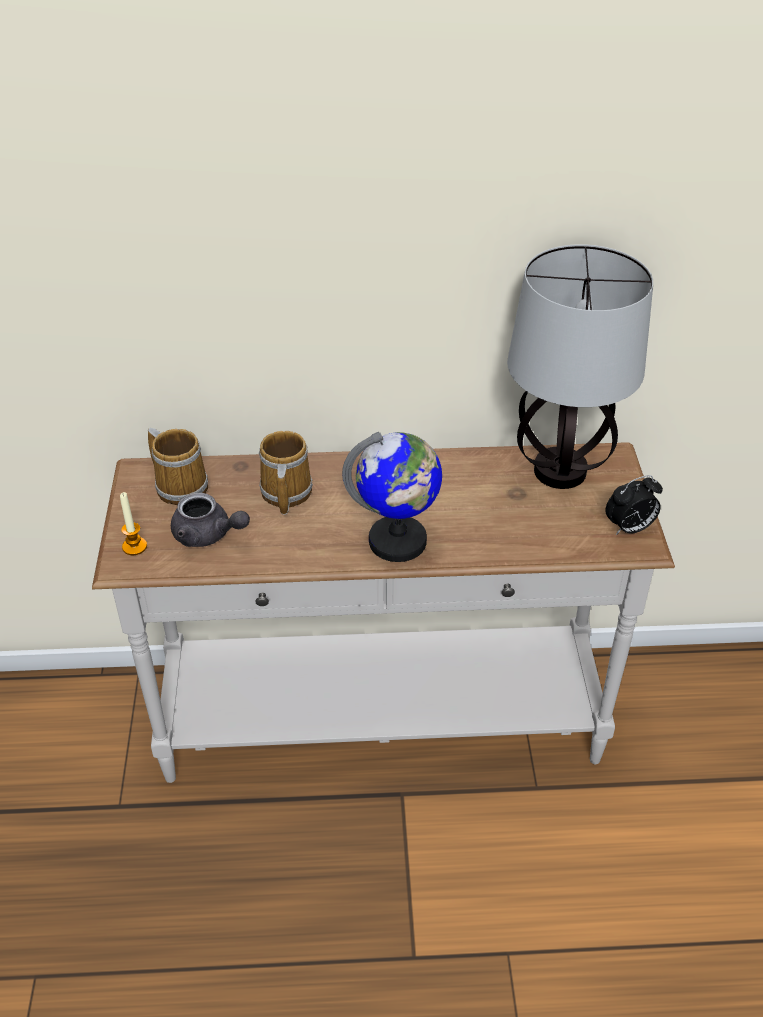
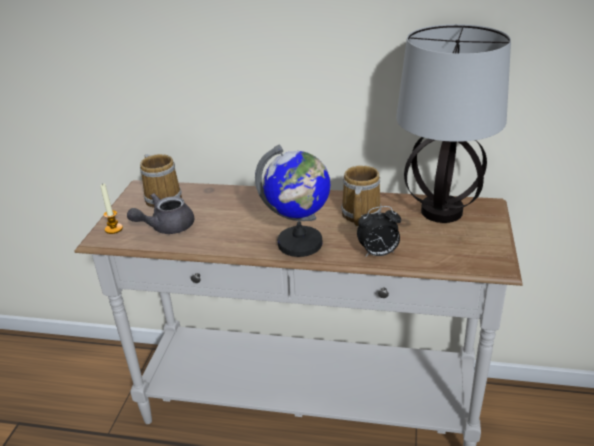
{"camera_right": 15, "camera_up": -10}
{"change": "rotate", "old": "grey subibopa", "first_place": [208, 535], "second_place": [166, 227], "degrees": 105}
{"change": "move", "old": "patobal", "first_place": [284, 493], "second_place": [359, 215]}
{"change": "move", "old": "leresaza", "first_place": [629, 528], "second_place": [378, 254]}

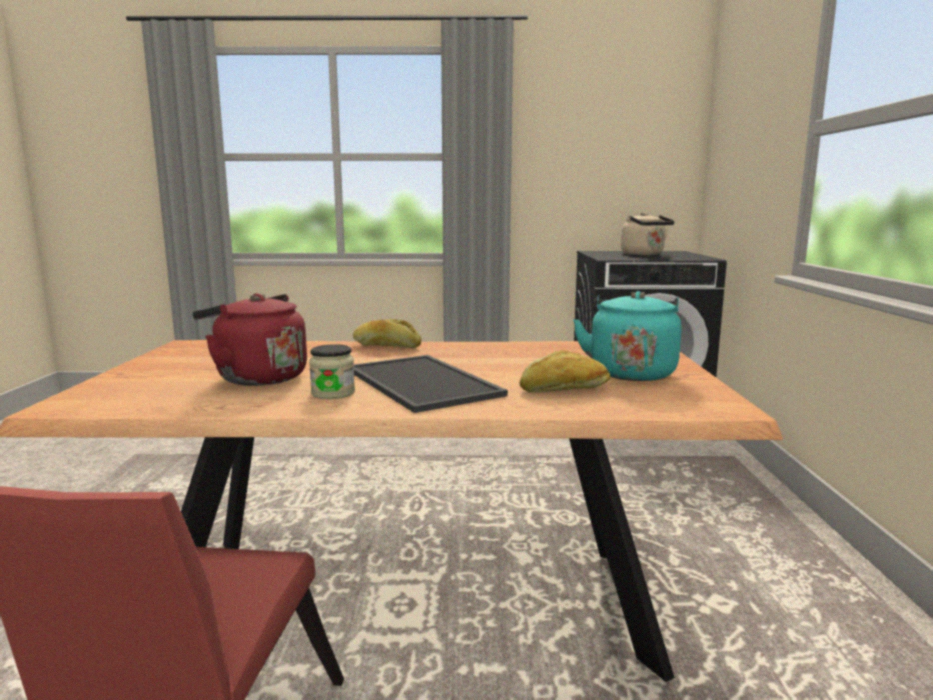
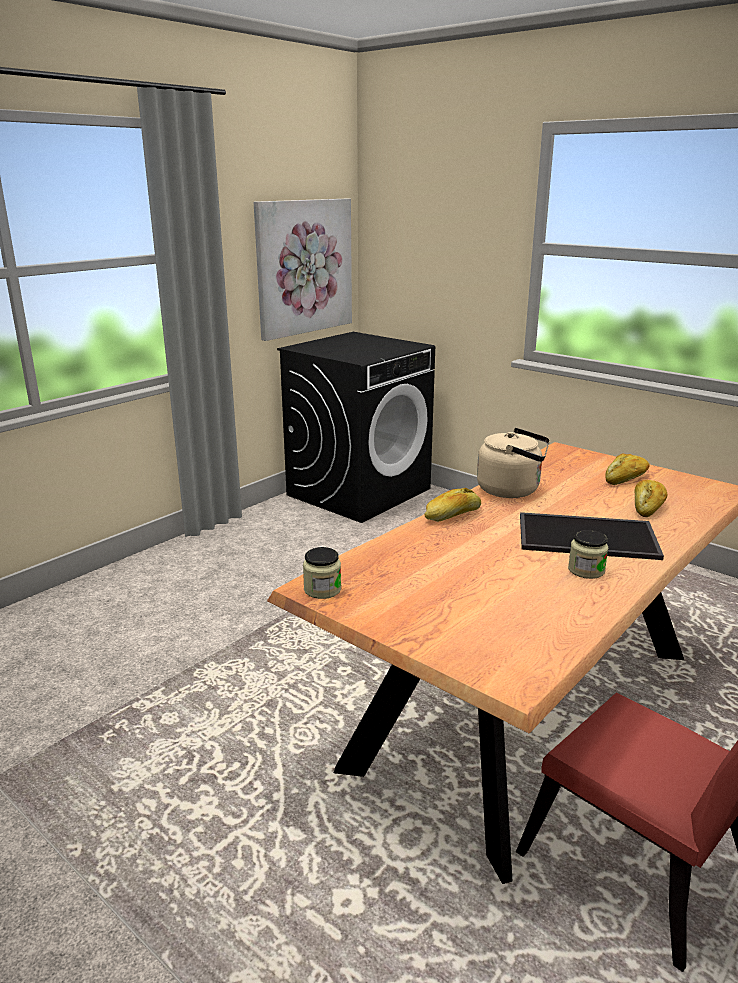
{"camera_right": -50, "camera_up": 10}
{"change": "insert", "new": "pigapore", "second_place": [304, 267]}
{"change": "insert", "new": "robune", "second_place": [322, 589]}
{"change": "move", "old": "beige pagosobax", "first_place": [644, 254], "second_place": [512, 490]}
{"change": "replace", "old": "turquoise pagosobax", "new": "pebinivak", "first_place": [631, 372], "second_place": [626, 478]}
{"change": "delete", "old": "red pagosobax", "first_place": [257, 377]}

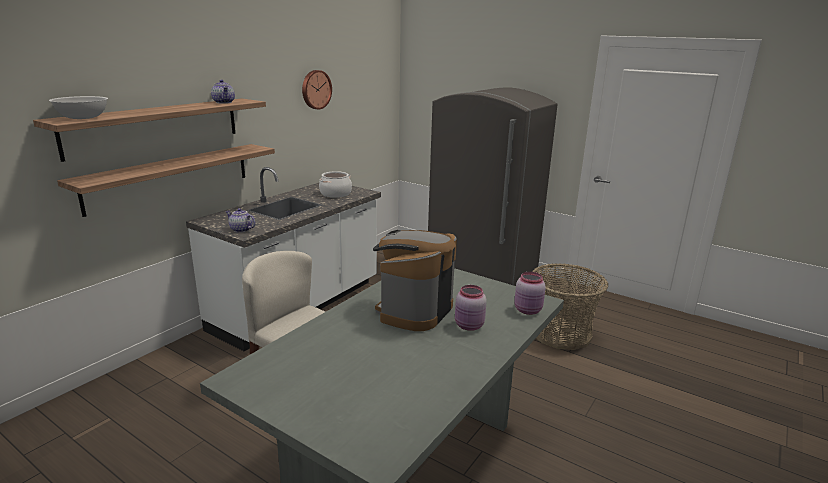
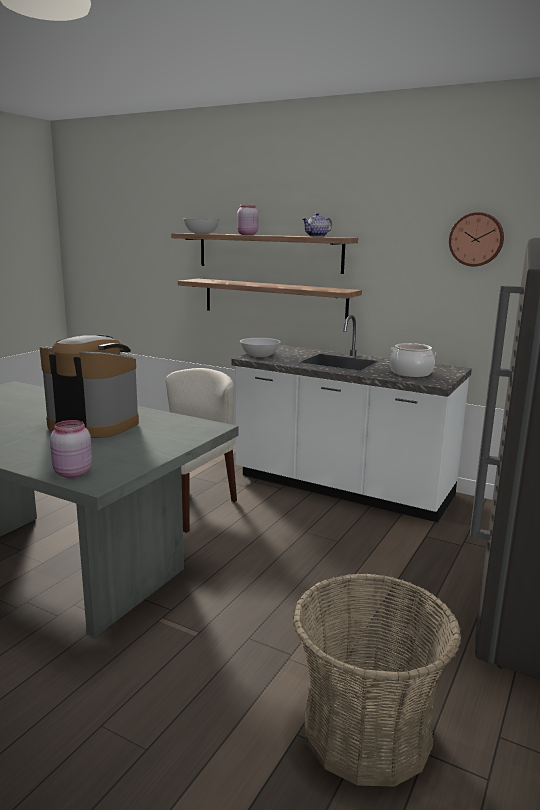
{"camera_right": 85, "camera_up": -5}
{"change": "move", "old": "pink robune", "first_place": [469, 326], "second_place": [246, 234]}
{"change": "replace", "old": "subibopa", "new": "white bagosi", "first_place": [240, 230], "second_place": [259, 356]}

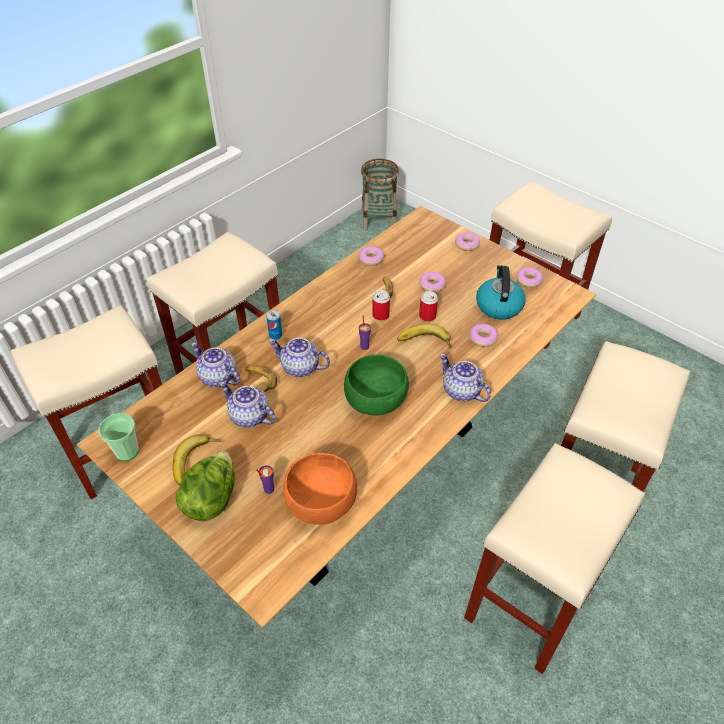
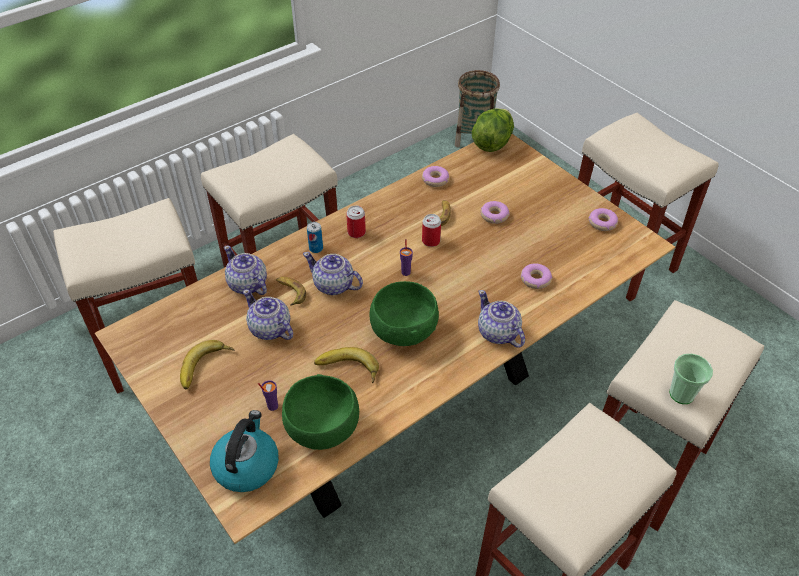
{"camera_right": 10, "camera_up": 0}
{"change": "move", "old": "pagosobax", "first_place": [498, 305], "second_place": [246, 465]}
{"change": "recolor", "old": "orange bagosi", "new": "green bagosi", "first_place": [322, 503], "second_place": [323, 428]}
{"change": "move", "old": "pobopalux", "first_place": [424, 342], "second_place": [347, 370]}
{"change": "move", "old": "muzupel", "first_place": [427, 316], "second_place": [356, 232]}
{"change": "move", "old": "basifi", "first_place": [211, 499], "second_place": [492, 143]}
{"change": "move", "old": "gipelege", "first_place": [127, 451], "second_place": [681, 394]}
{"change": "delete", "old": "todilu", "first_place": [467, 244]}

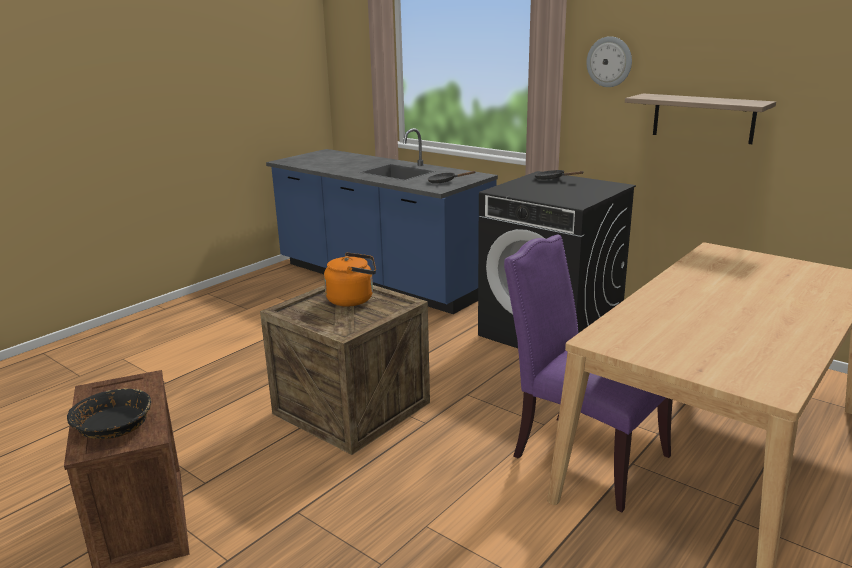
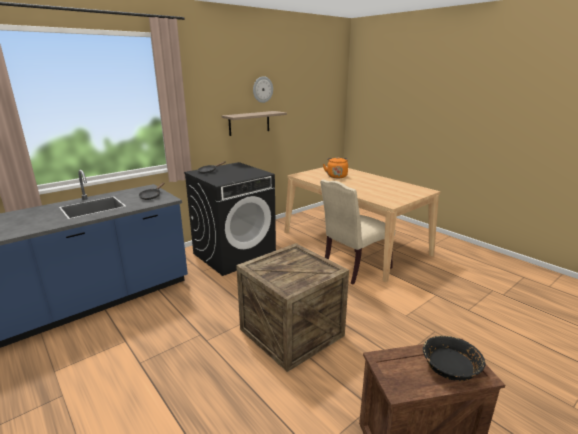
{"camera_right": -80, "camera_up": 0}
{"change": "move", "old": "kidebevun", "first_place": [609, 62], "second_place": [262, 89]}
{"change": "recolor", "old": "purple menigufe", "new": "beige menigufe", "first_place": [582, 456], "second_place": [353, 268]}
{"change": "move", "old": "orange pagosobax", "first_place": [353, 299], "second_place": [336, 176]}

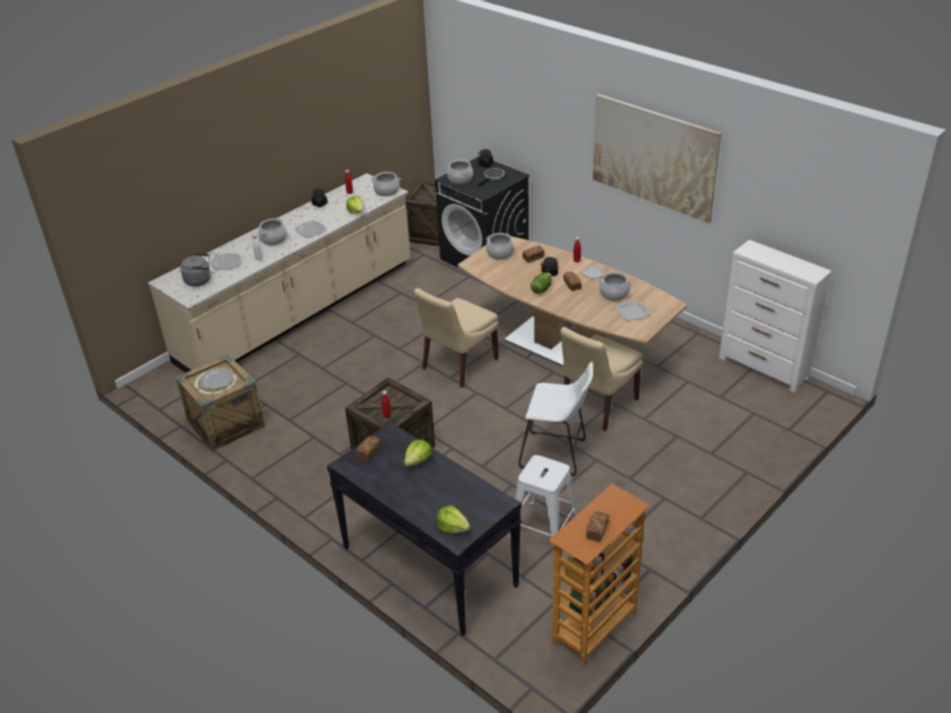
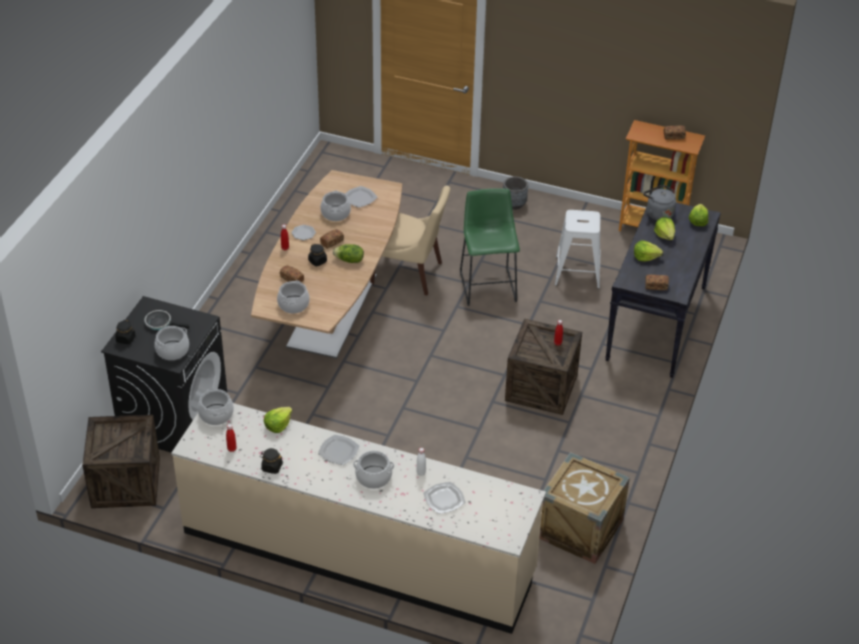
{"camera_right": -115, "camera_up": 5}
{"change": "recolor", "old": "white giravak", "new": "green giravak", "first_place": [556, 454], "second_place": [488, 284]}
{"change": "insert", "new": "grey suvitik", "second_place": [514, 204]}
{"change": "move", "old": "grey pagosobax", "first_place": [200, 280], "second_place": [658, 213]}
{"change": "insert", "new": "basifi", "second_place": [665, 235]}
{"change": "delete", "old": "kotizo", "first_place": [217, 380]}
{"change": "delete", "old": "beige menigufe", "first_place": [458, 365]}
{"change": "delete", "old": "pigapore", "first_place": [653, 157]}
{"change": "delete", "old": "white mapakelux", "first_place": [764, 368]}

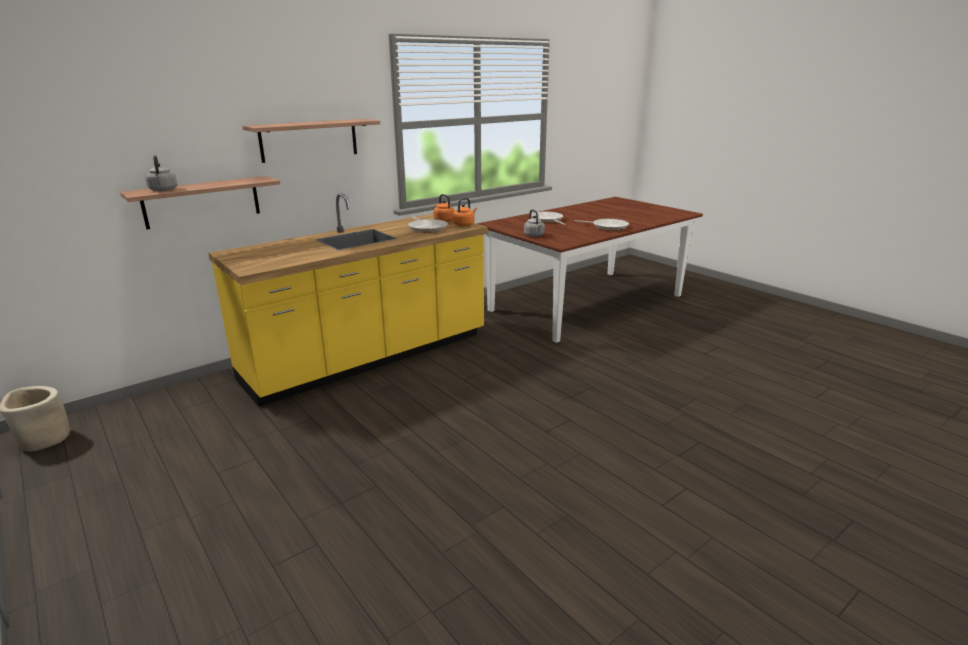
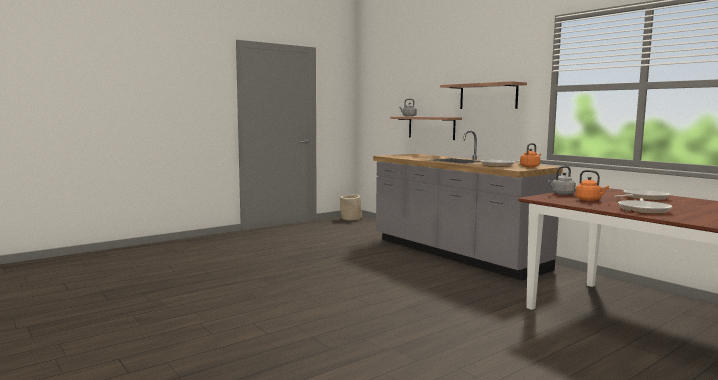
{"camera_right": 90, "camera_up": -15}
{"change": "recolor", "old": "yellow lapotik", "new": "grey lapotik", "first_place": [368, 358], "second_place": [455, 254]}
{"change": "move", "old": "orange pagosobax", "first_place": [464, 224], "second_place": [589, 200]}

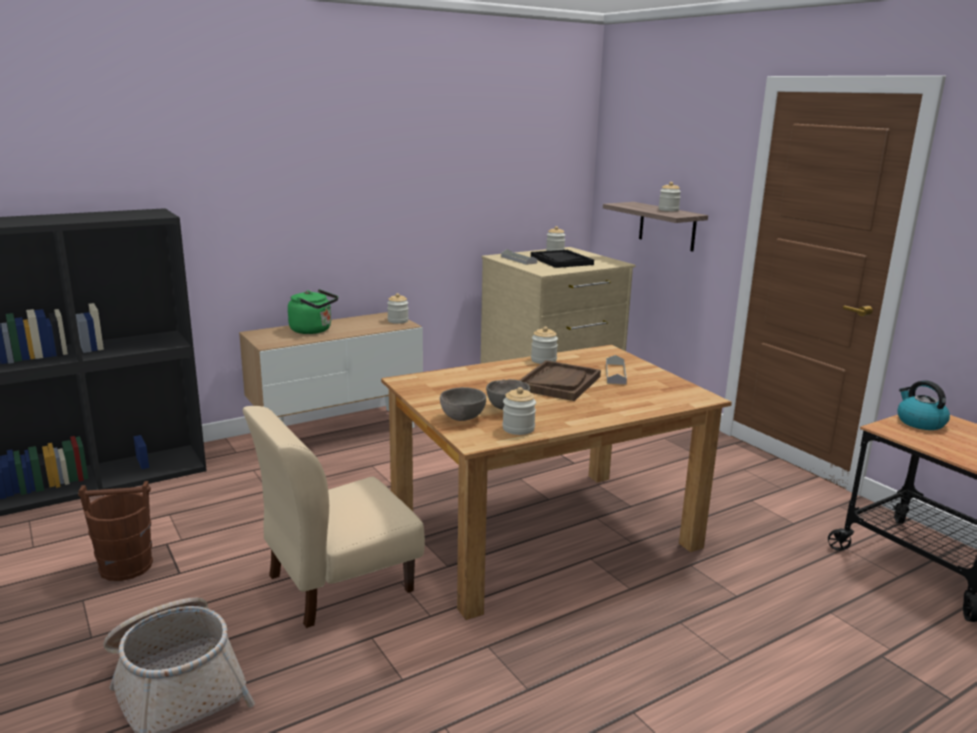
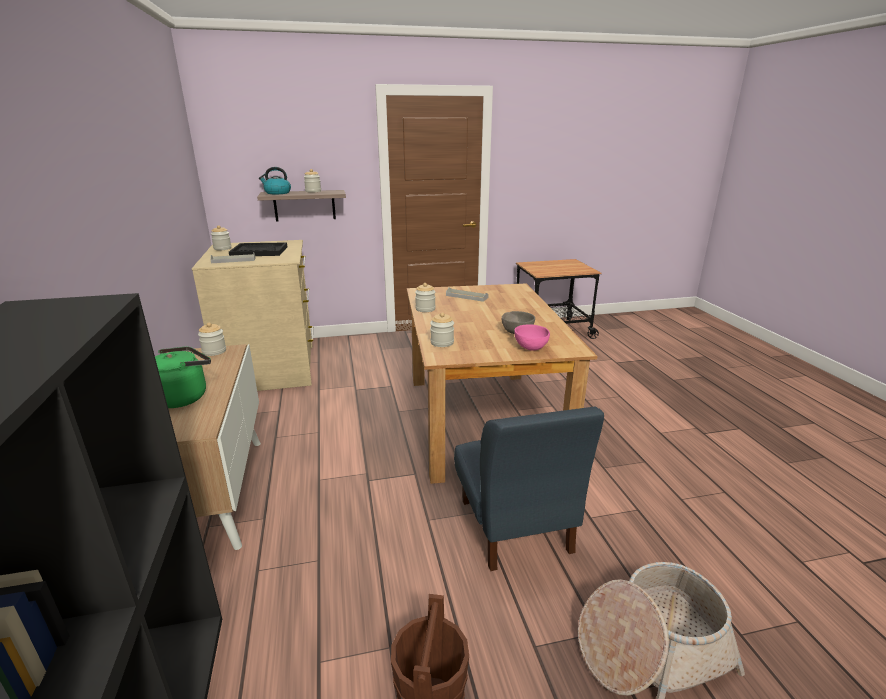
{"camera_right": -70, "camera_up": 5}
{"change": "move", "old": "pagosobax", "first_place": [919, 422], "second_place": [277, 193]}
{"change": "move", "old": "robune", "first_place": [518, 429], "second_place": [442, 342]}
{"change": "recolor", "old": "beige menigufe", "new": "blue menigufe", "first_place": [339, 583], "second_place": [515, 526]}
{"change": "recolor", "old": "grey bagosi", "new": "pink bagosi", "first_place": [461, 417], "second_place": [530, 348]}
{"change": "delete", "old": "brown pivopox", "first_place": [559, 383]}

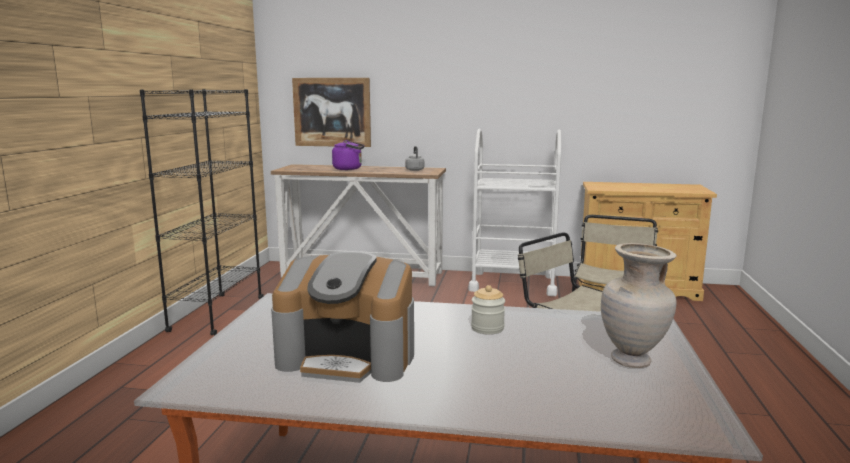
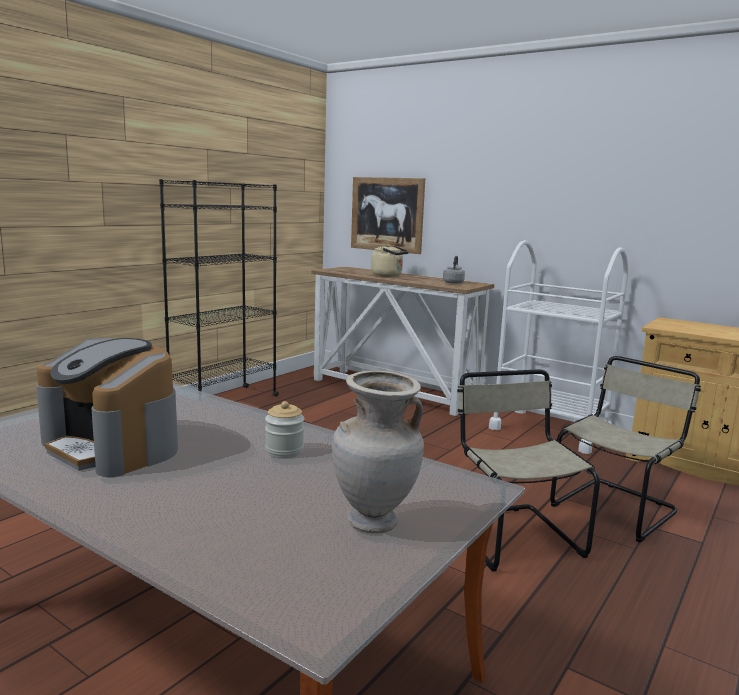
{"camera_right": 25, "camera_up": 0}
{"change": "recolor", "old": "purple pagosobax", "new": "beige pagosobax", "first_place": [349, 169], "second_place": [388, 275]}

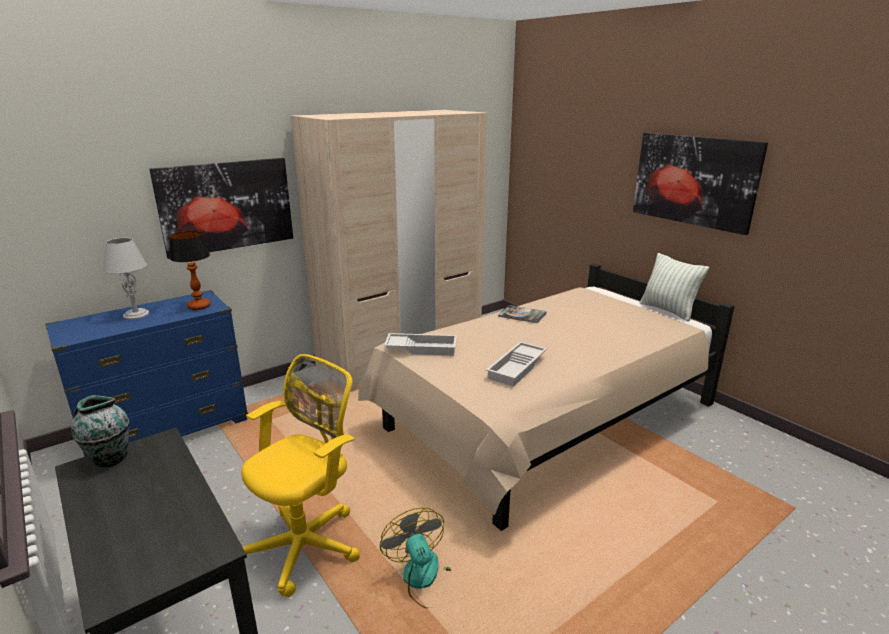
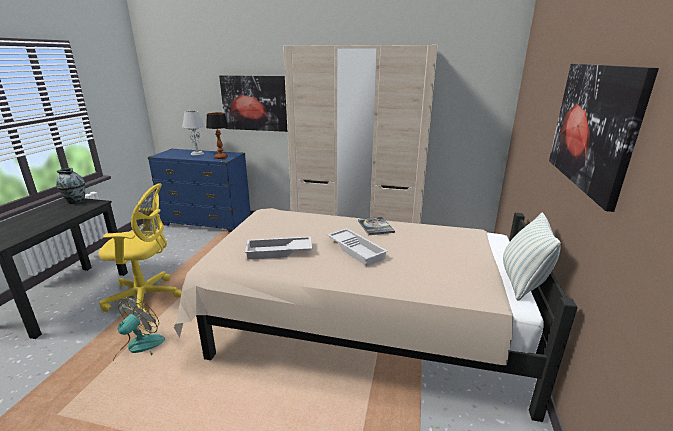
{"camera_right": 50, "camera_up": 0}
{"change": "move", "old": "white pivopox", "first_place": [422, 348], "second_place": [357, 250]}

